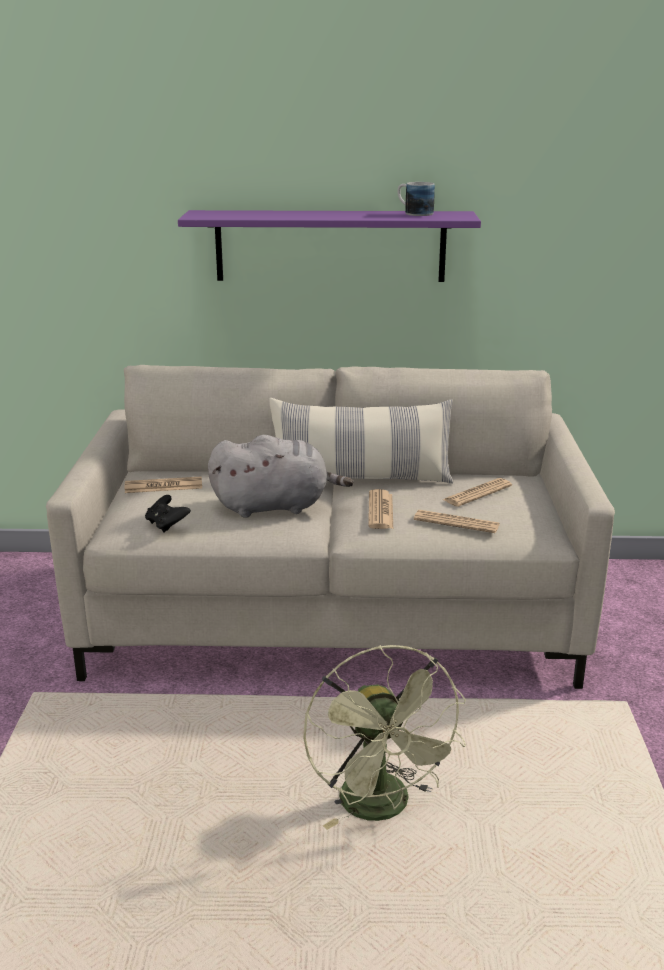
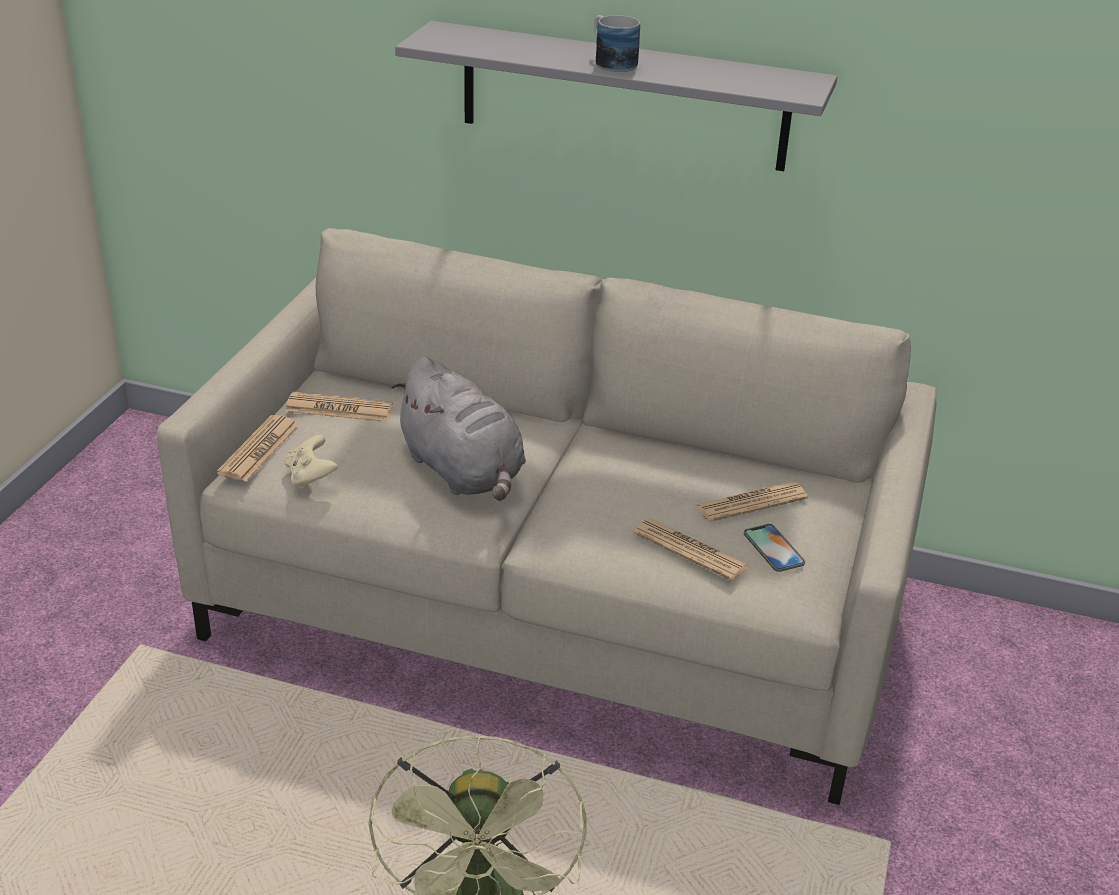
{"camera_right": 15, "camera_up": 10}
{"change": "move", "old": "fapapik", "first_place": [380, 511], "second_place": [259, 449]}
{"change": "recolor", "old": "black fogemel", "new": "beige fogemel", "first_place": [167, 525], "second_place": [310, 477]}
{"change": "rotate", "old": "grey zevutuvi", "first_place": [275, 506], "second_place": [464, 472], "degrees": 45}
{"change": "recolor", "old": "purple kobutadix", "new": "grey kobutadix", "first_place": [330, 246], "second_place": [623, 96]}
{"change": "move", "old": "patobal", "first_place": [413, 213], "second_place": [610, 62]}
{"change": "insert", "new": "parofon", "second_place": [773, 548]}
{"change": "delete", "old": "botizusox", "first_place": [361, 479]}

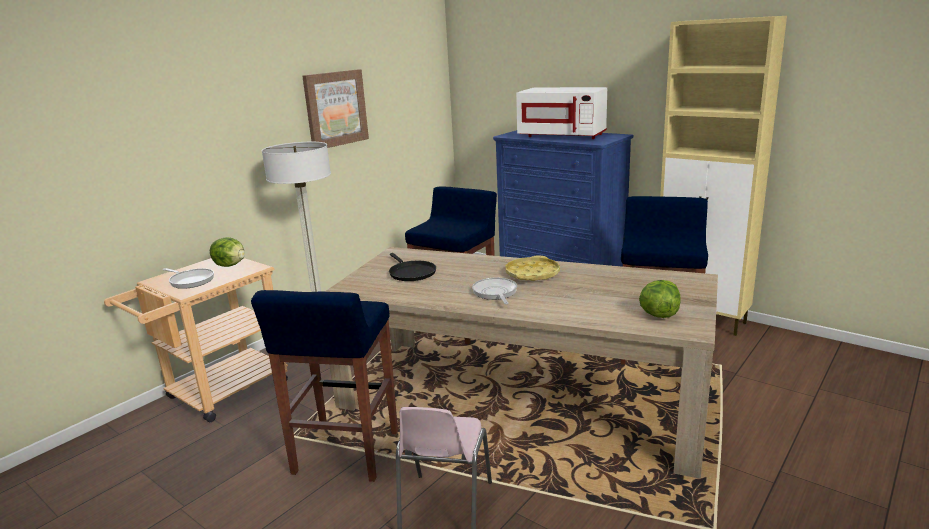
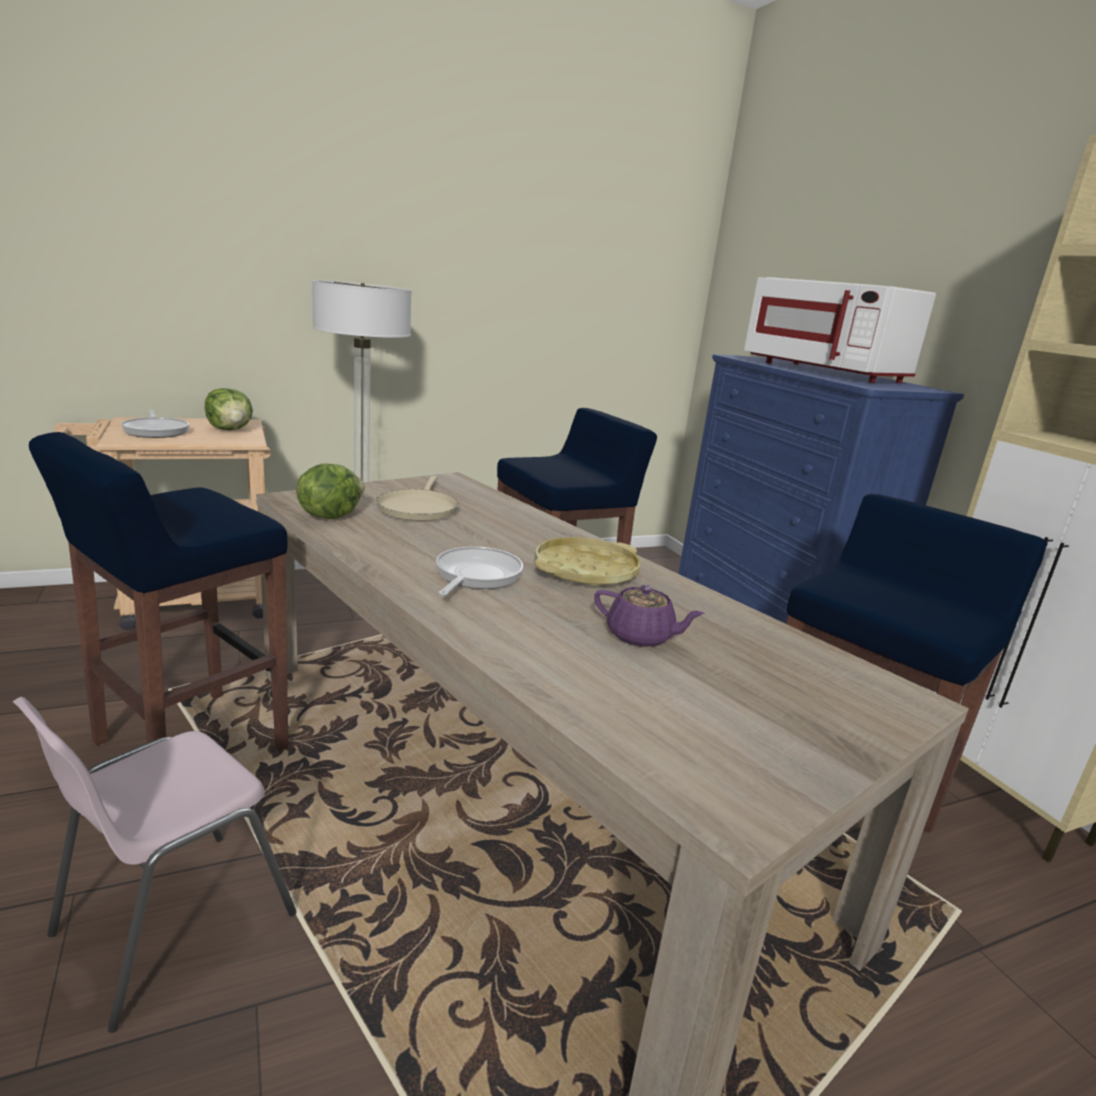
{"camera_right": 25, "camera_up": 0}
{"change": "move", "old": "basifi", "first_place": [658, 314], "second_place": [329, 515]}
{"change": "recolor", "old": "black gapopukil", "new": "beige gapopukil", "first_place": [411, 273], "second_place": [418, 508]}
{"change": "insert", "new": "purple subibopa", "second_place": [641, 636]}
{"change": "delete", "old": "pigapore", "first_place": [335, 109]}

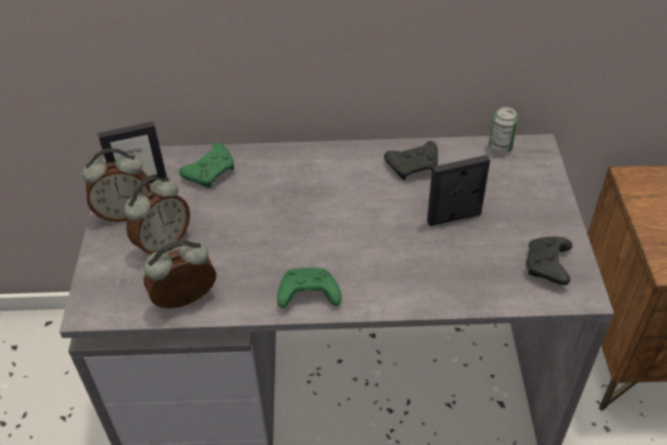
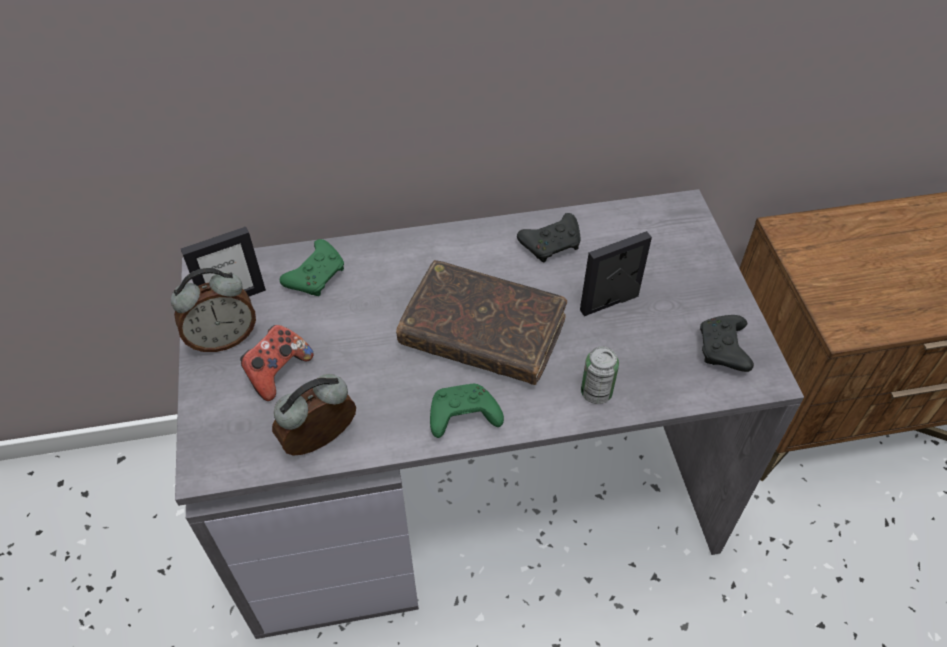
{"camera_right": -10, "camera_up": 5}
{"change": "replace", "old": "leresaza", "new": "fogemel", "first_place": [163, 243], "second_place": [278, 372]}
{"change": "insert", "new": "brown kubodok", "second_place": [482, 333]}
{"change": "move", "old": "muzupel", "first_place": [500, 148], "second_place": [596, 392]}

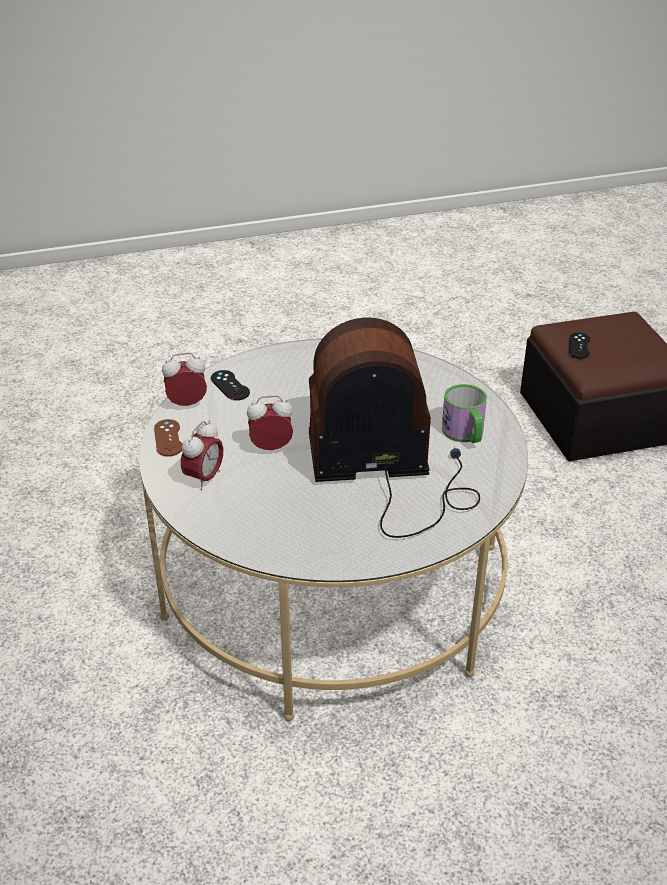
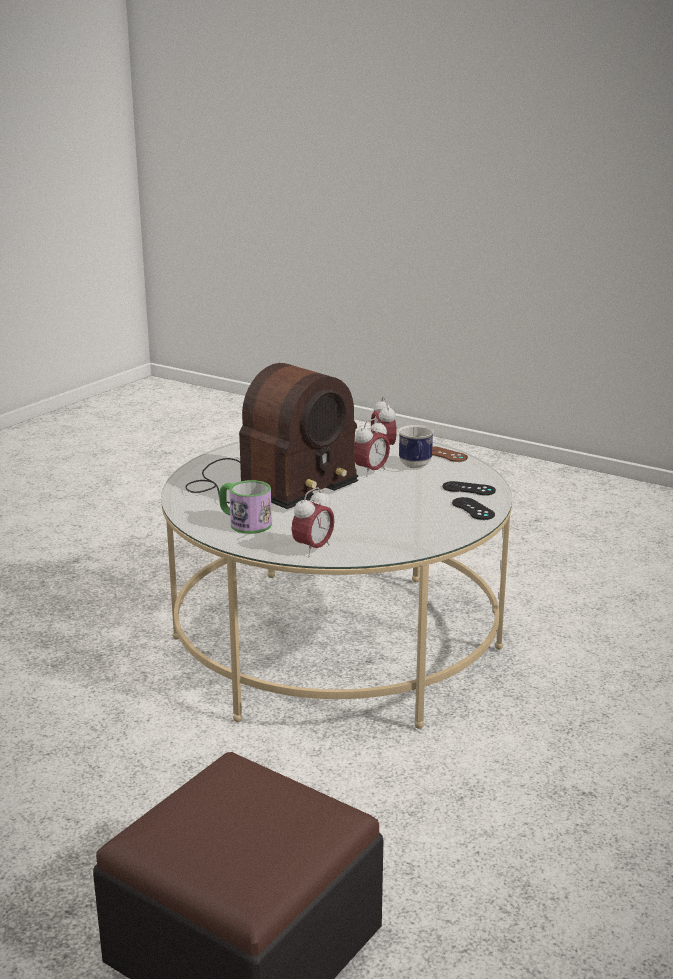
{"camera_right": 140, "camera_up": -15}
{"change": "move", "old": "leresaza", "first_place": [187, 404], "second_place": [313, 549]}
{"change": "insert", "new": "patobal", "second_place": [416, 466]}
{"change": "move", "old": "black fogemel", "first_place": [579, 346], "second_place": [473, 509]}

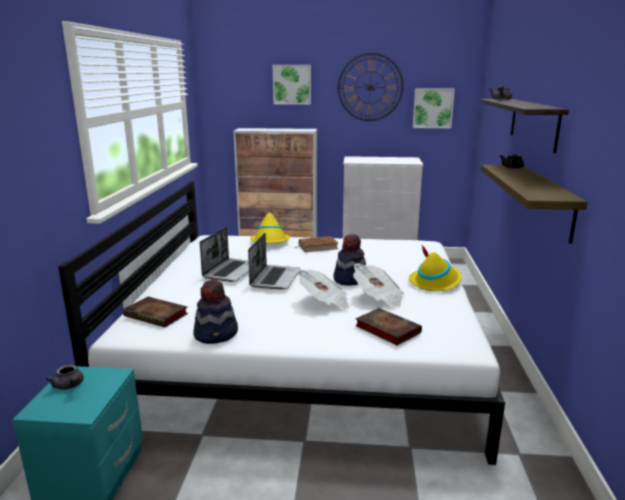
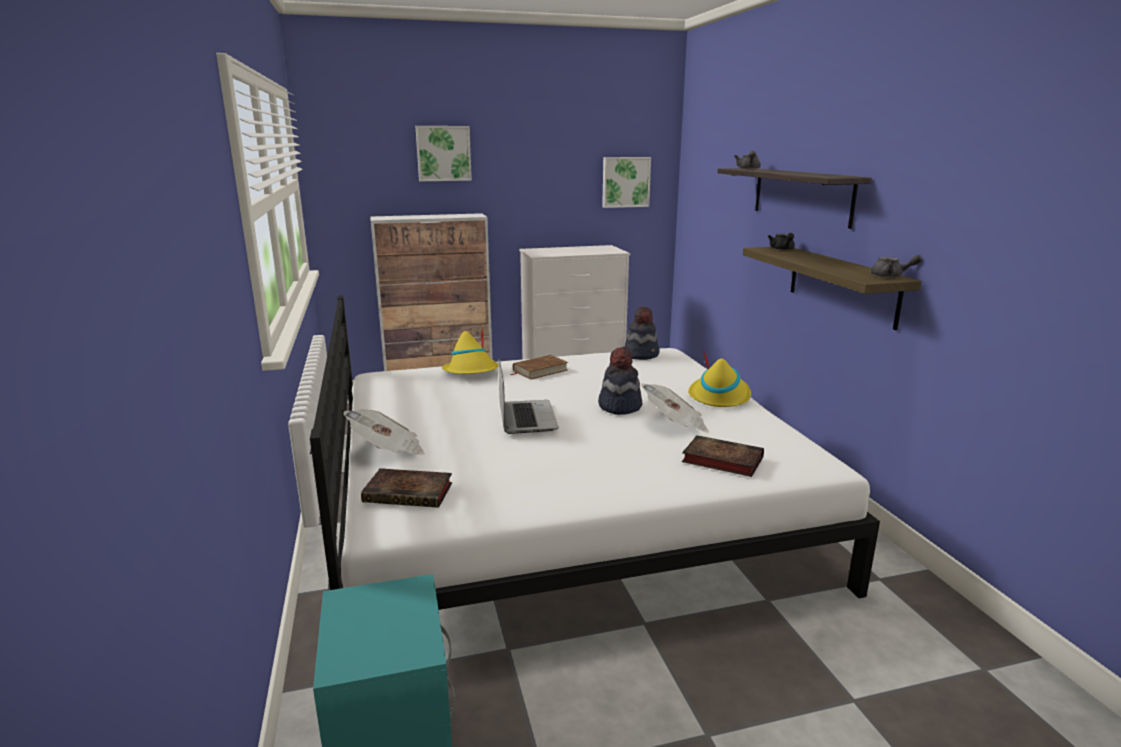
{"camera_right": -20, "camera_up": 0}
{"change": "move", "old": "fapapik", "first_place": [324, 302], "second_place": [388, 451]}
{"change": "move", "old": "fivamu", "first_place": [216, 334], "second_place": [641, 355]}
{"change": "move", "old": "grey subibopa", "first_place": [69, 386], "second_place": [891, 276]}
{"change": "delete", "old": "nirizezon", "first_place": [231, 271]}
{"change": "delete", "old": "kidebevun", "first_place": [370, 87]}

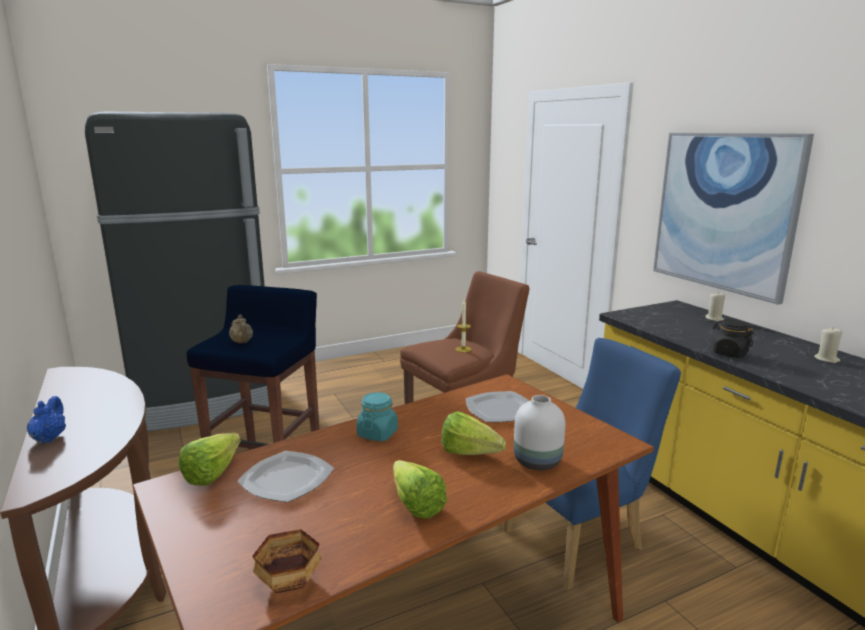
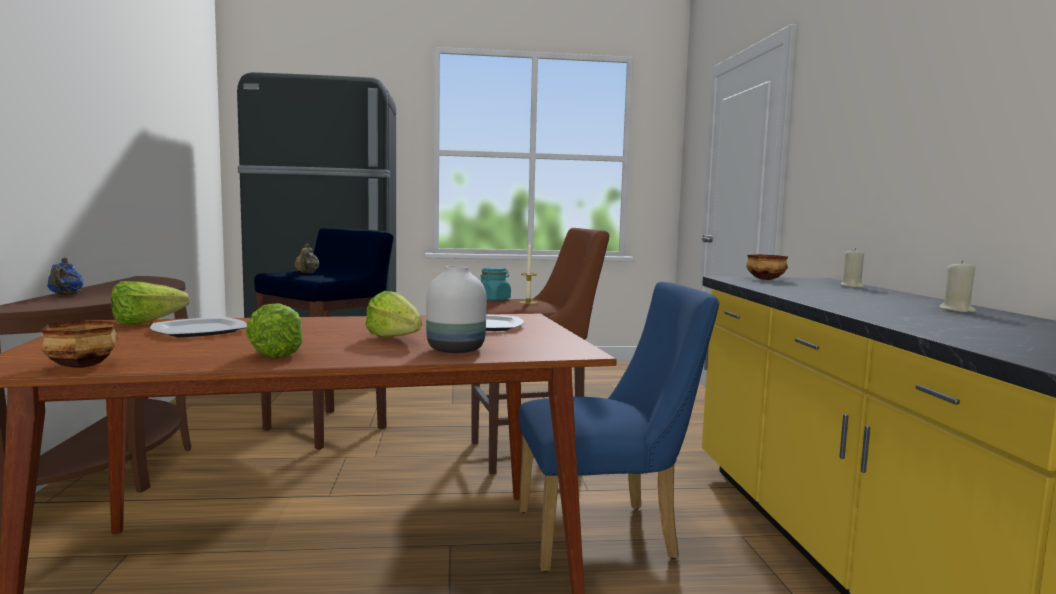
{"camera_right": 20, "camera_up": -10}
{"change": "rotate", "old": "blue subibopa", "first_place": [49, 438], "second_place": [66, 295], "degrees": 150}
{"change": "move", "old": "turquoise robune", "first_place": [377, 433], "second_place": [494, 299]}
{"change": "insert", "new": "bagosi", "second_place": [766, 279]}
{"change": "delete", "old": "pigapore", "first_place": [724, 212]}
{"change": "delete", "old": "black robune", "first_place": [729, 353]}

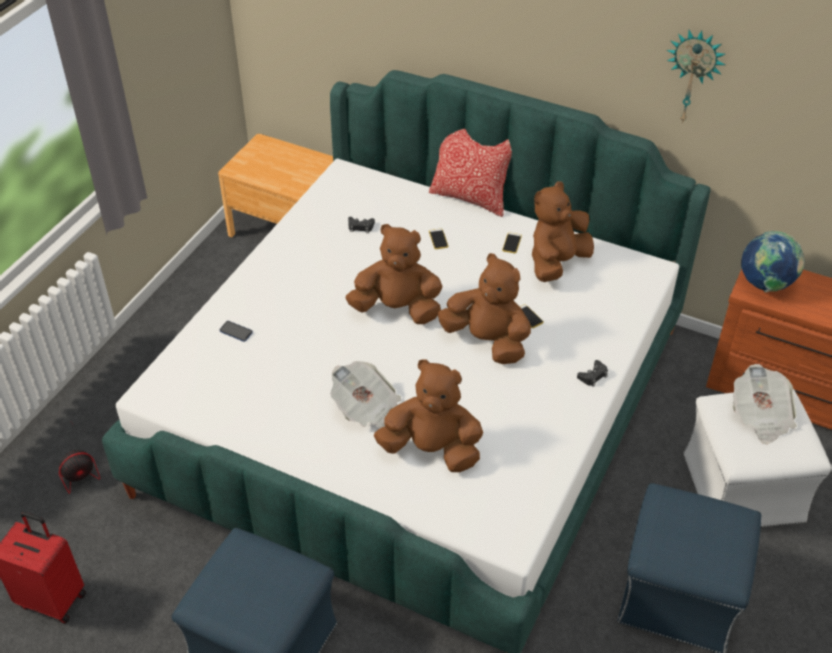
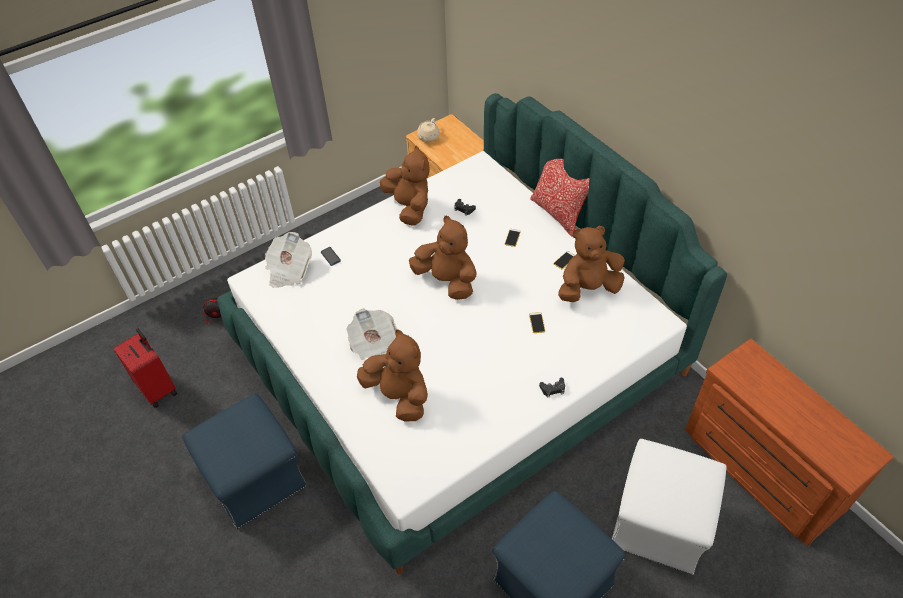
{"camera_right": 30, "camera_up": 5}
{"change": "move", "old": "fapapik", "first_place": [760, 417], "second_place": [289, 270]}
{"change": "move", "old": "brown zevutuvi", "first_place": [487, 341], "second_place": [409, 207]}
{"change": "insert", "new": "beige subibopa", "second_place": [428, 137]}
{"change": "delete", "old": "kidebevun", "first_place": [693, 76]}
{"change": "delete", "old": "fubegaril", "first_place": [765, 285]}

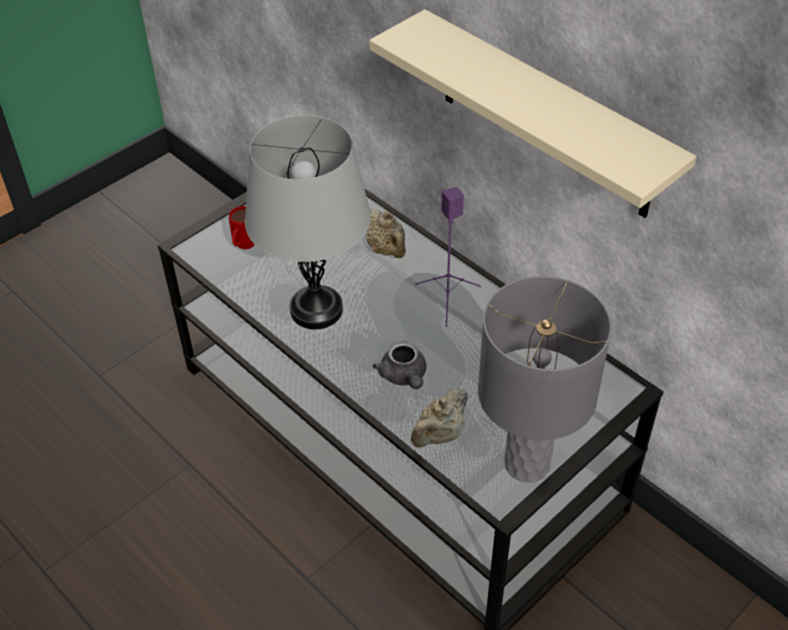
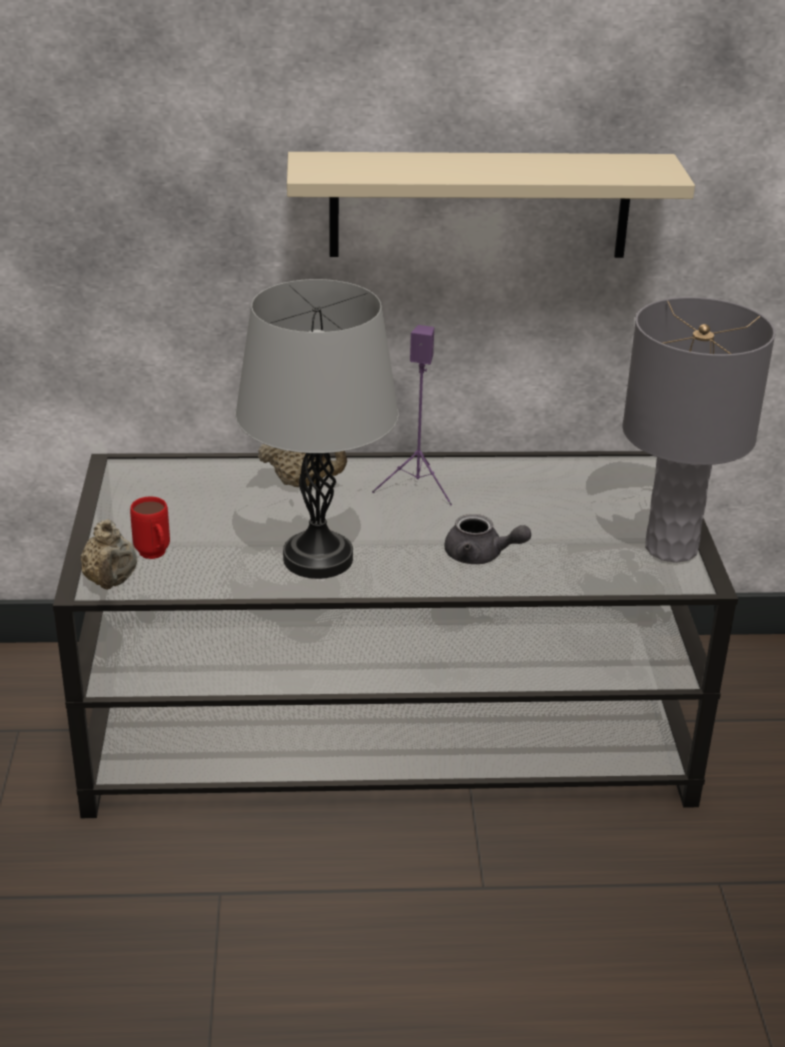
{"camera_right": -50, "camera_up": -15}
{"change": "move", "old": "beige subibopa", "first_place": [440, 435], "second_place": [111, 582]}

